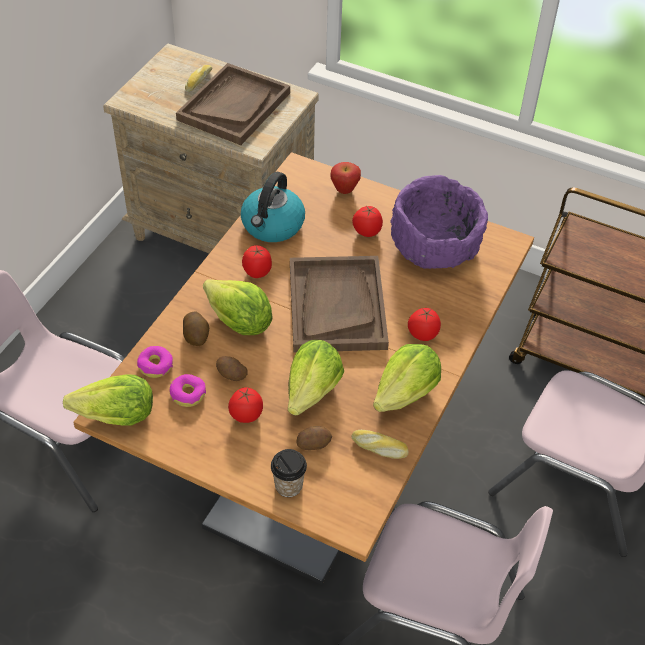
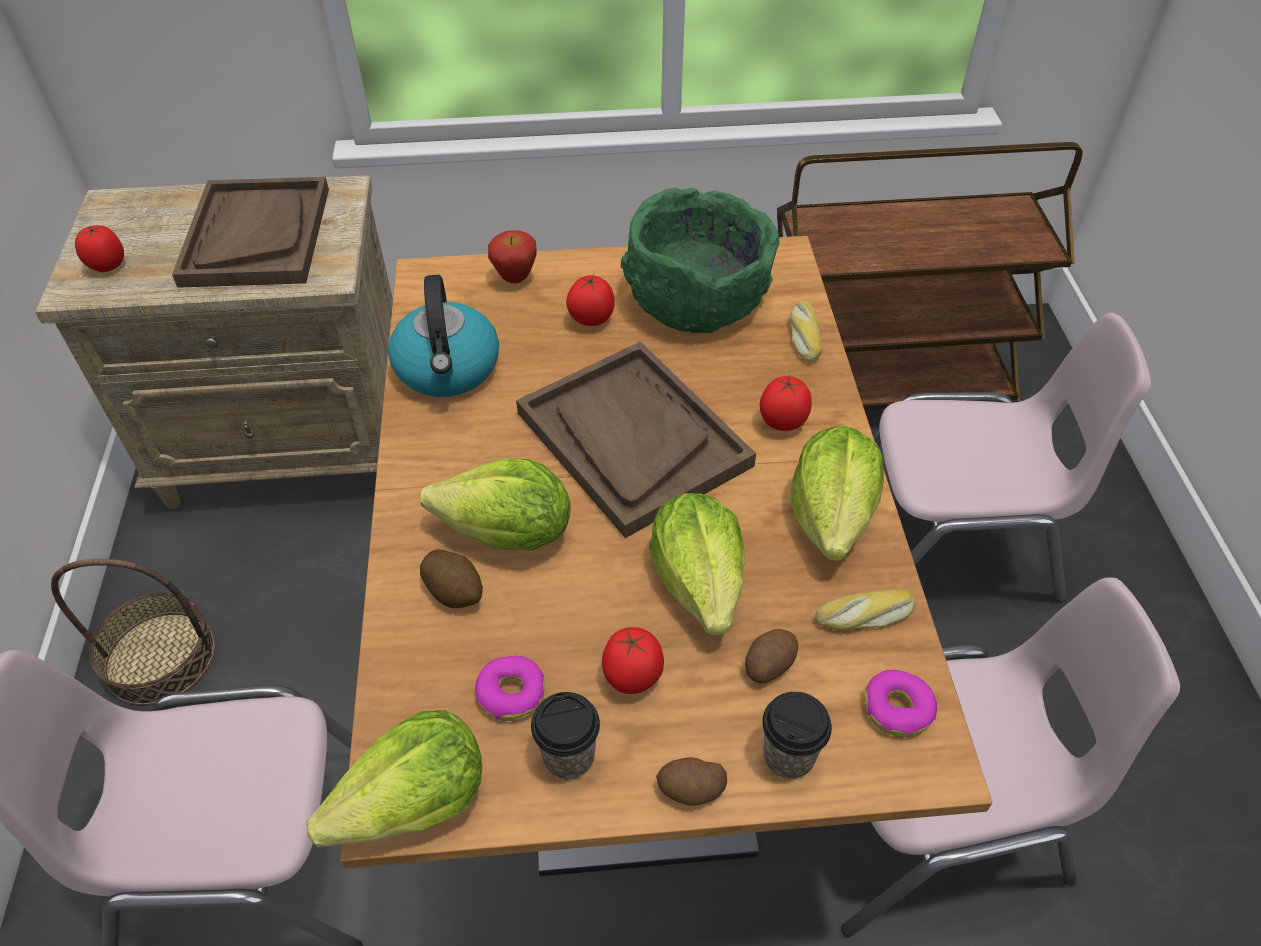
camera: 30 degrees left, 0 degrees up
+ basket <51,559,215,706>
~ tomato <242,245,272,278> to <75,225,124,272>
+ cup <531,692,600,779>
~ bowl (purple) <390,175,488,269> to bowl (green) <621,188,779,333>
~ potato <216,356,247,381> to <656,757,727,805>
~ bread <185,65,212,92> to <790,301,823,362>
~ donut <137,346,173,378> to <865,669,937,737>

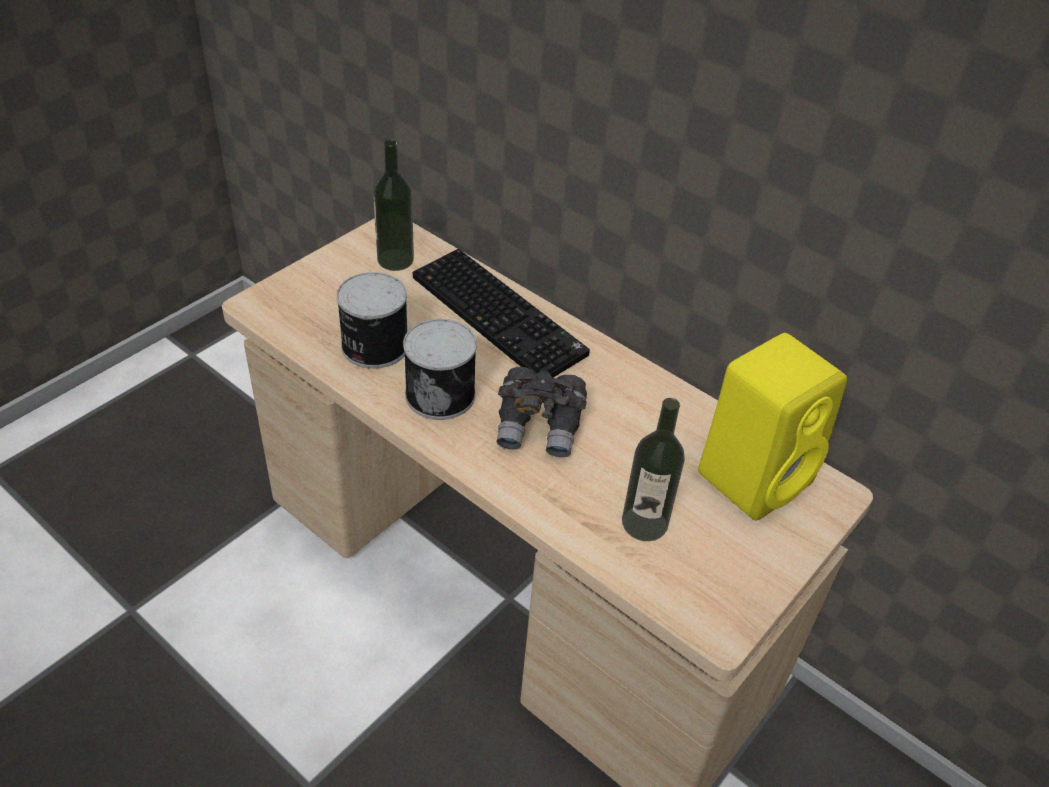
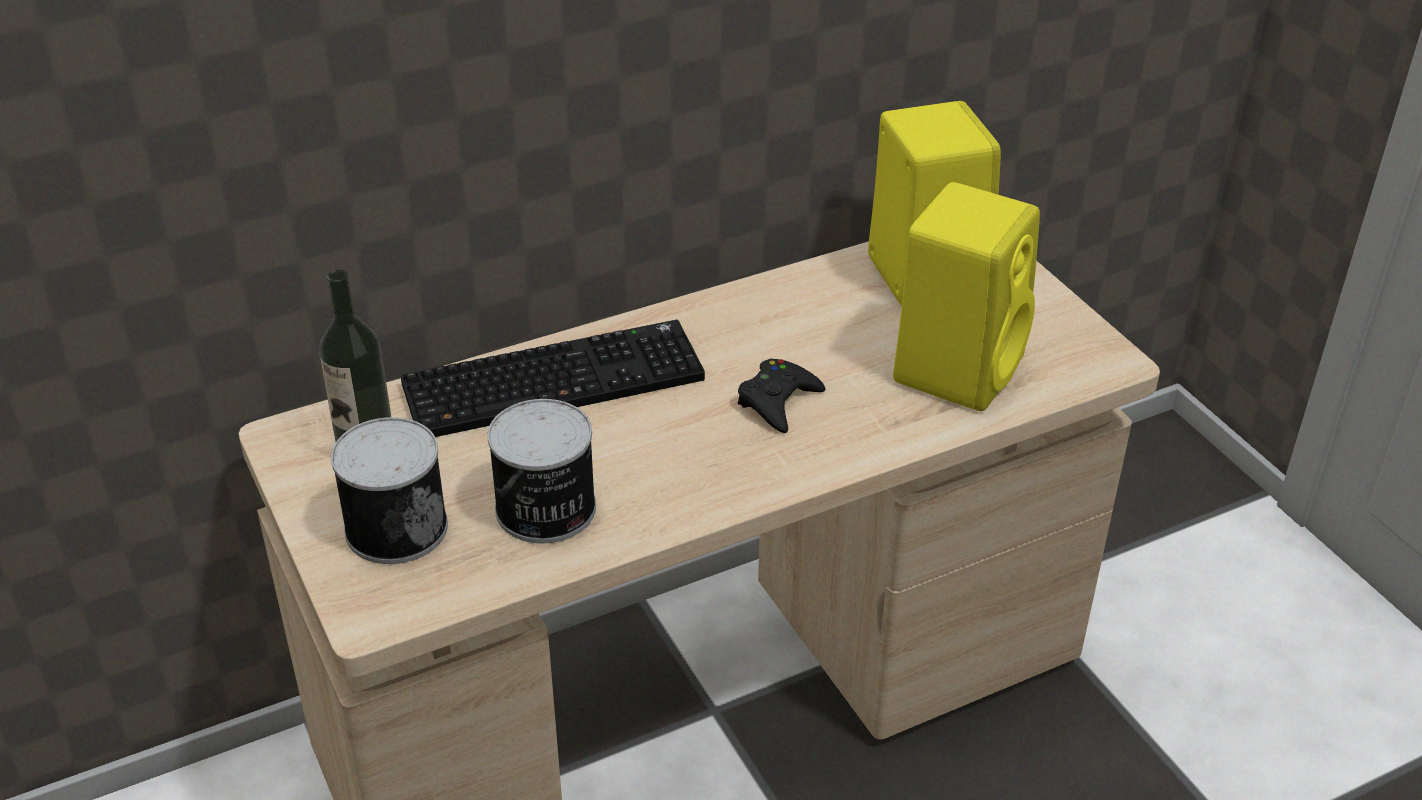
camera: 65 degrees left, 5 degrees down
~ can <403,319,477,420> to <331,417,448,564>
~ binoculars (grey) <497,367,587,458> to game controller (black) <738,359,825,433>
~ bottle <622,398,685,541> to speaker (yellow) <893,182,1040,411>

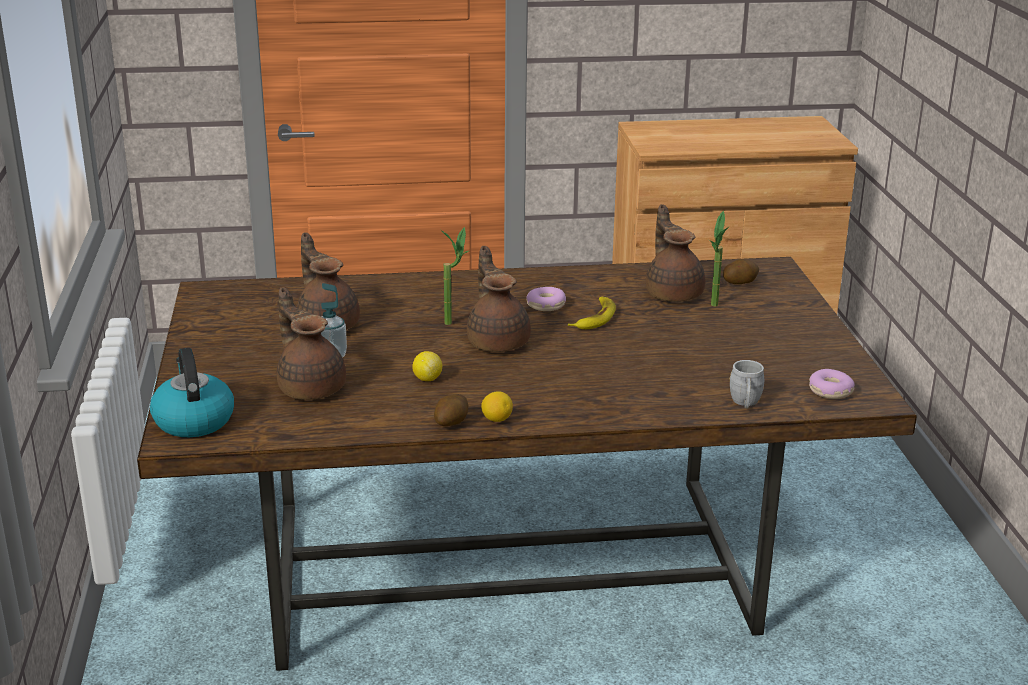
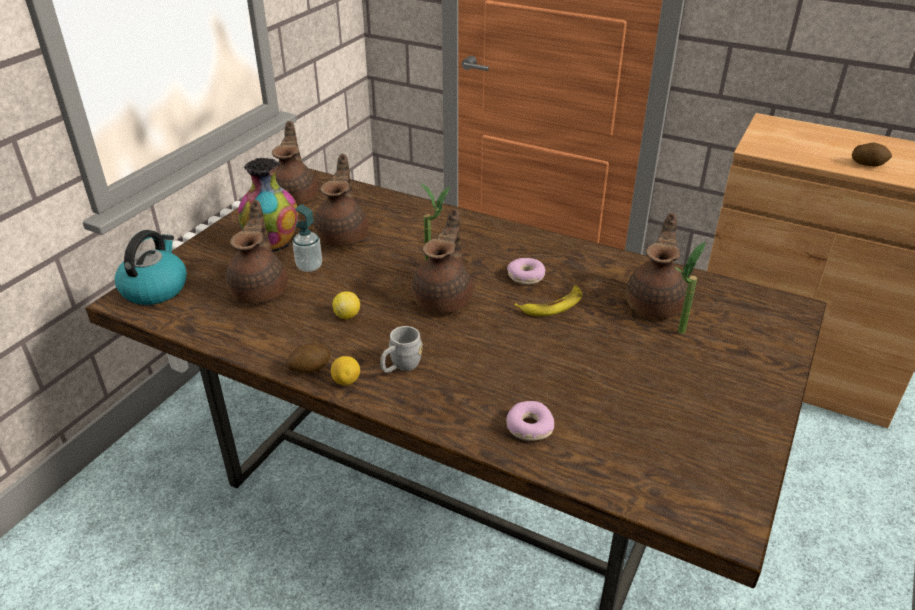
camera: 35 degrees right, 10 degrees up
+ vase <238,158,299,252>
+ teapot (brown) <272,121,318,205>
~ mug (grey) <730,360,765,408> to <380,326,423,373>
~ donut <809,369,854,399> to <506,401,554,441>
~ potato <723,259,759,284> to <852,142,892,167>

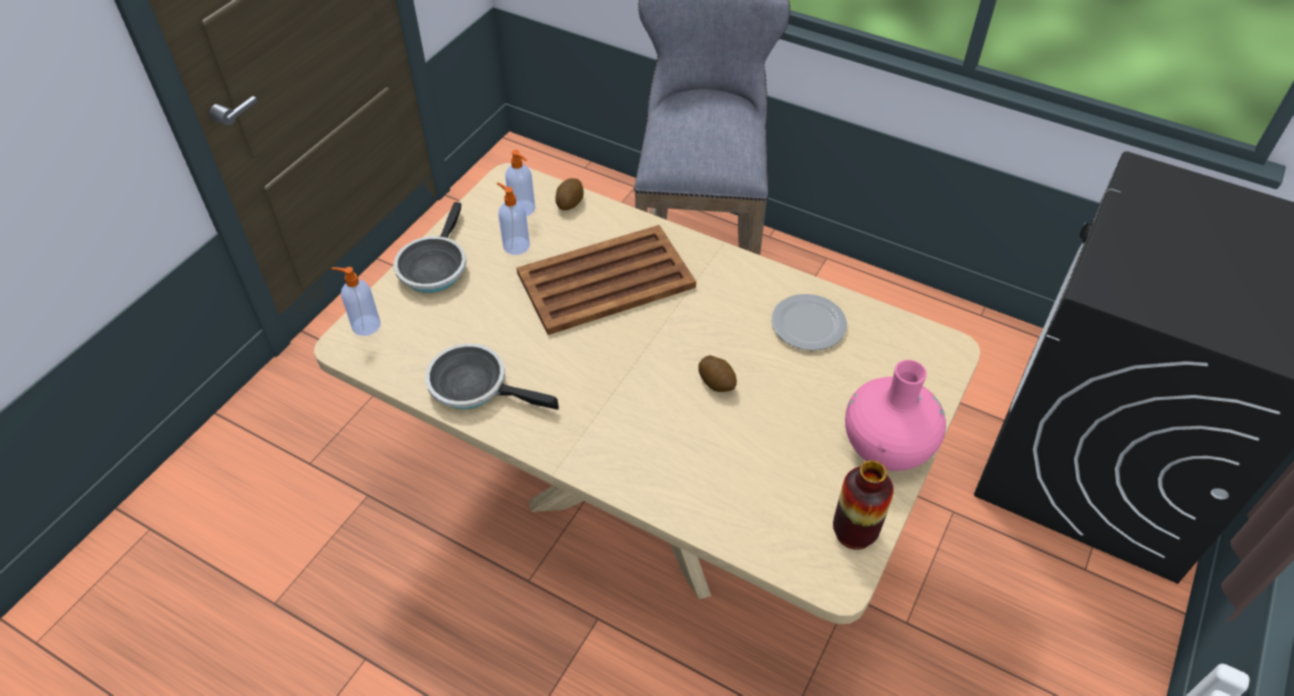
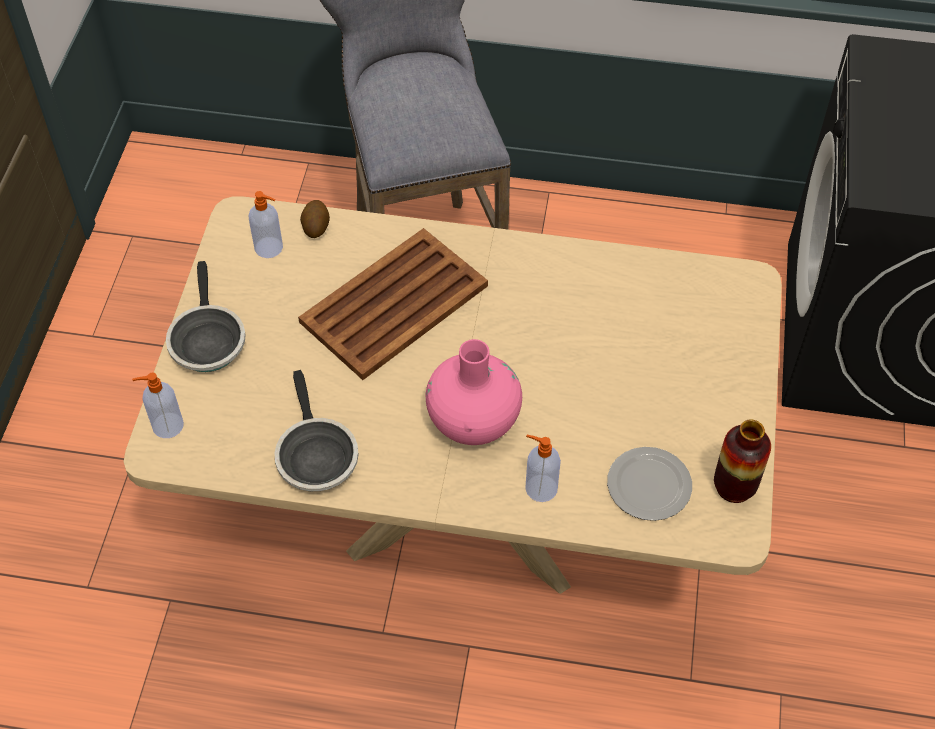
camera: 20 degrees left, 5 degrees up
~ frying pan <425,343,559,410> = <274,370,359,491> 105 degrees counterclockwise
~ vase (pink) <845,360,946,471> to <426,339,522,445>
~ soap dispenser <497,183,530,255> to <525,435,561,502>
~ plate <771,294,847,351> to <607,447,692,521>
- potato <698,355,737,392>

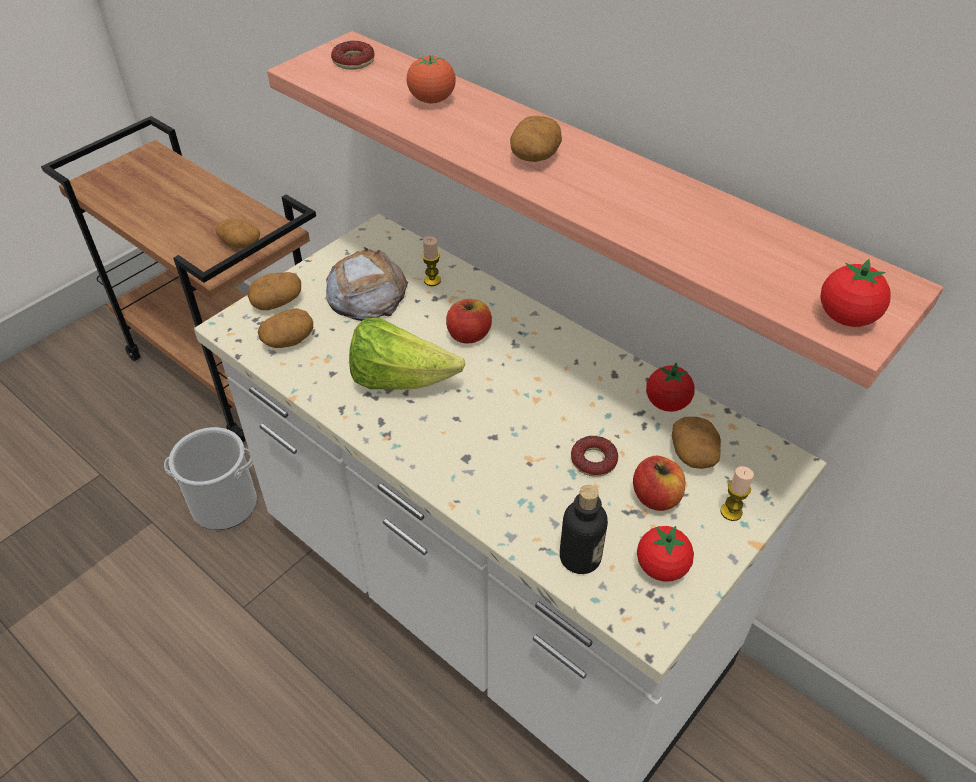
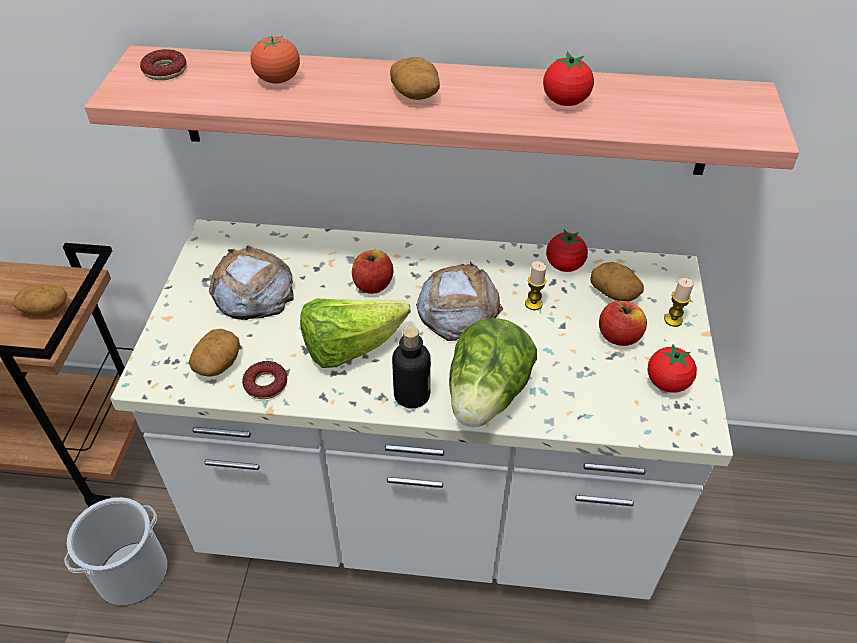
camera: 35 degrees left, 0 degrees up
~ donut <571,436,618,477> to <242,361,287,399>
~ bottle <560,485,608,574> to <392,326,431,408>
+ bread <416,262,503,341>
+ lettuce <449,318,537,427>
~ candle <422,236,441,286> to <525,261,546,310>
~ tomato <821,259,891,327> to <543,51,594,106>
- potato <247,272,301,310>

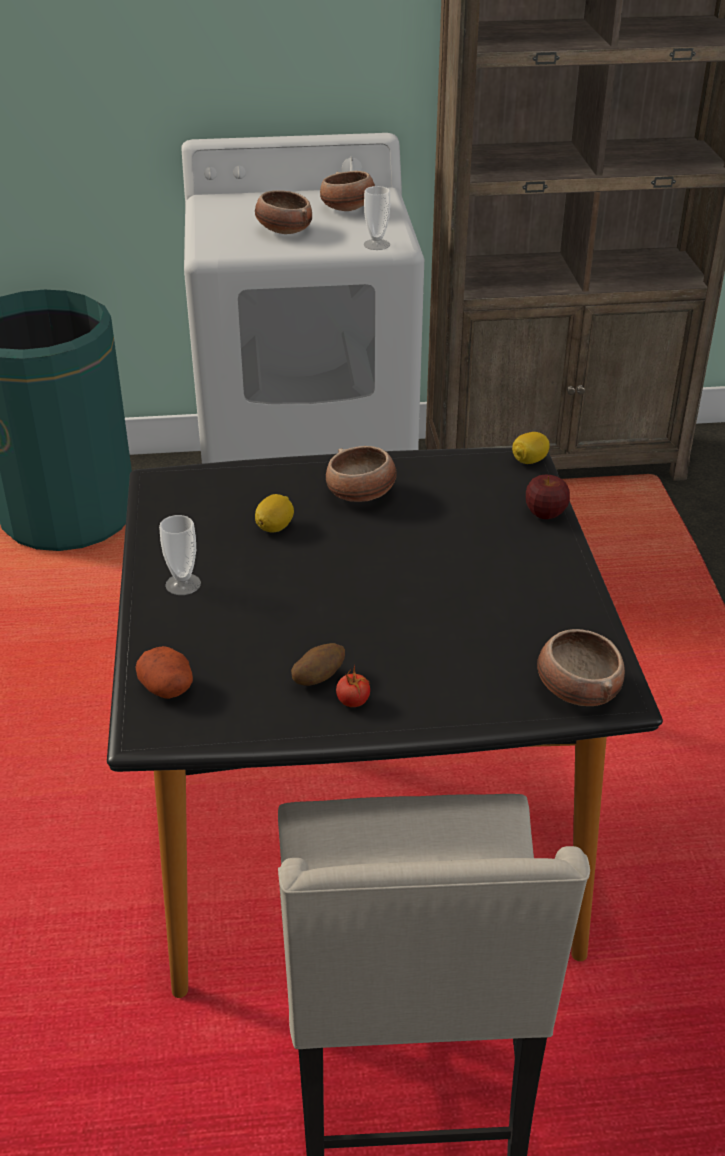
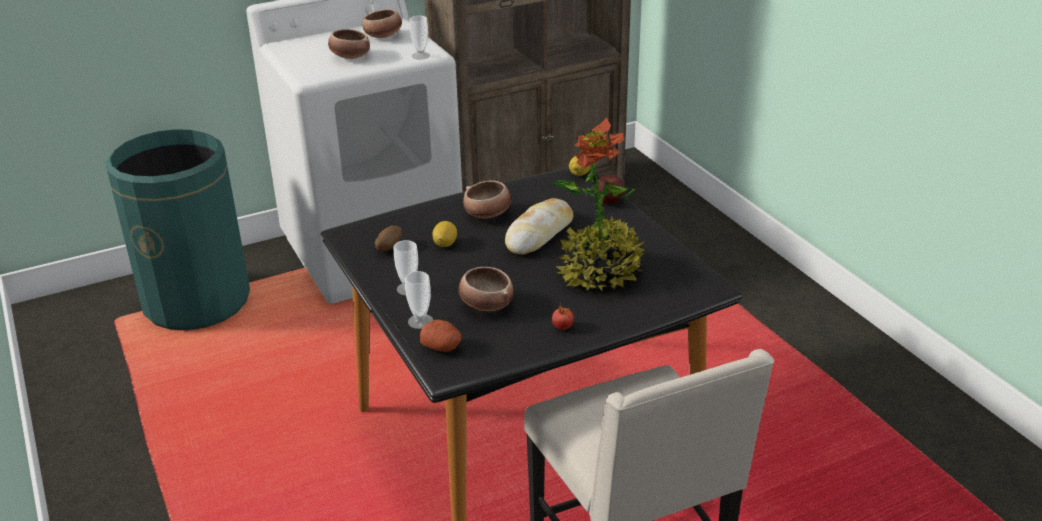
camera: 20 degrees left, 5 degrees down
~ potato <291,643,345,686> to <375,226,402,251>
+ cup <405,271,433,329>
~ bowl <537,629,625,706> to <458,267,513,311>
+ bread <505,198,574,255>
+ potted plant <552,117,645,290>

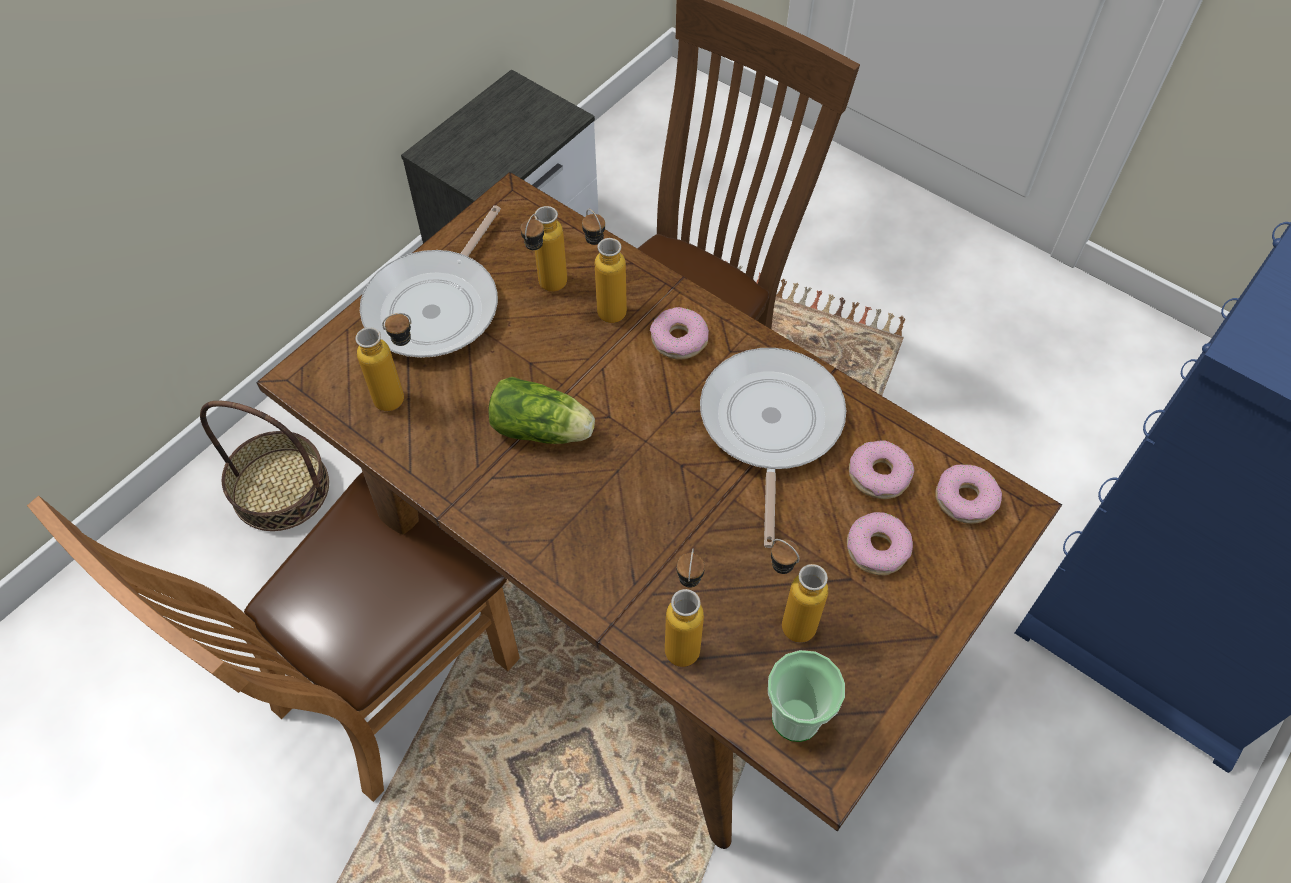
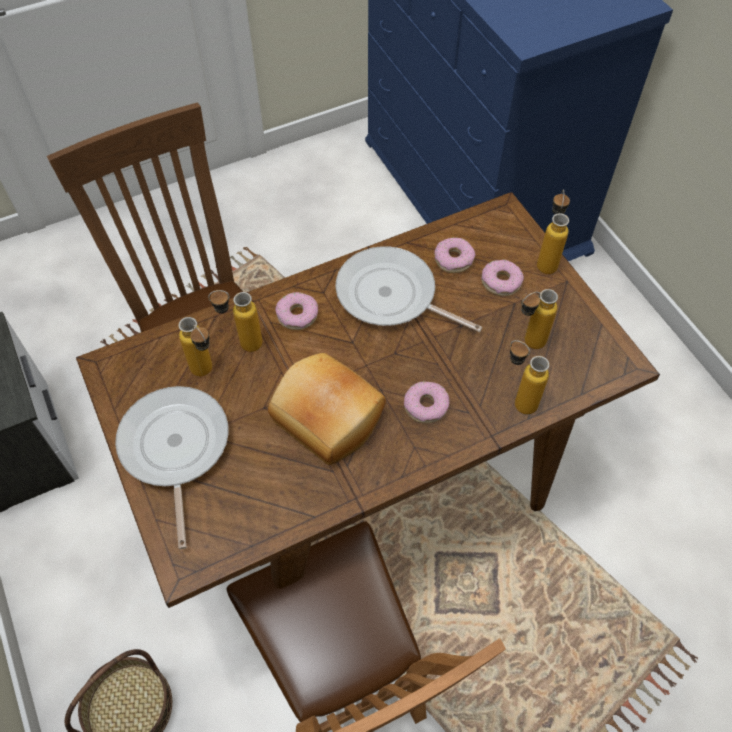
camera: 65 degrees left, 0 degrees up
~ frying pan <360,205,501,358> = <115,386,228,549> 150 degrees counterclockwise
~ lettuce <488,377,595,444> to bread <268,353,386,465>
~ donut <935,464,1002,524> to <404,381,450,424>
~ bottle <356,313,412,411> to <537,190,570,274>
- cup <768,650,845,742>

